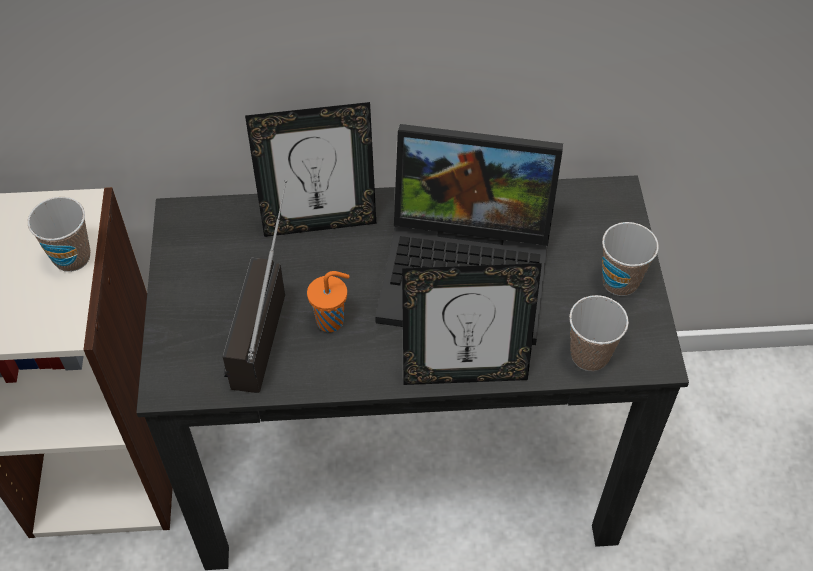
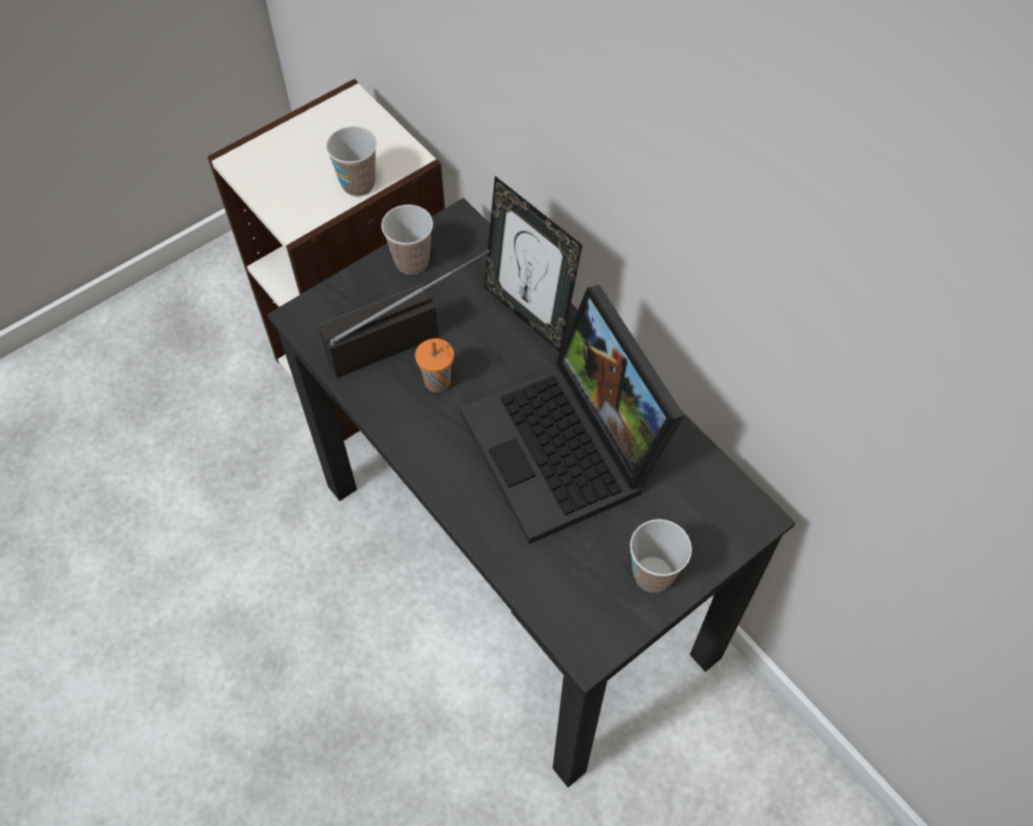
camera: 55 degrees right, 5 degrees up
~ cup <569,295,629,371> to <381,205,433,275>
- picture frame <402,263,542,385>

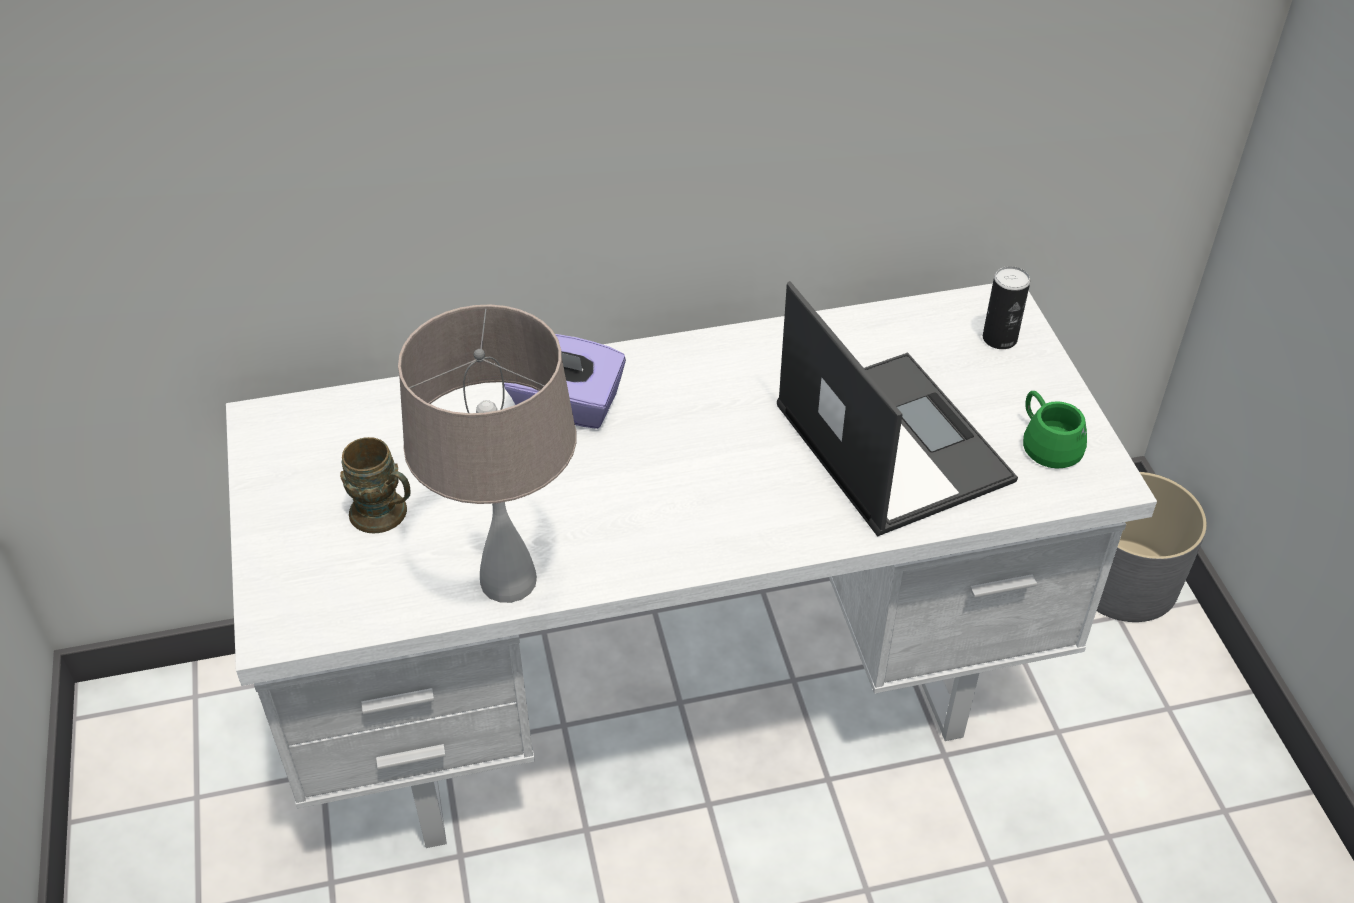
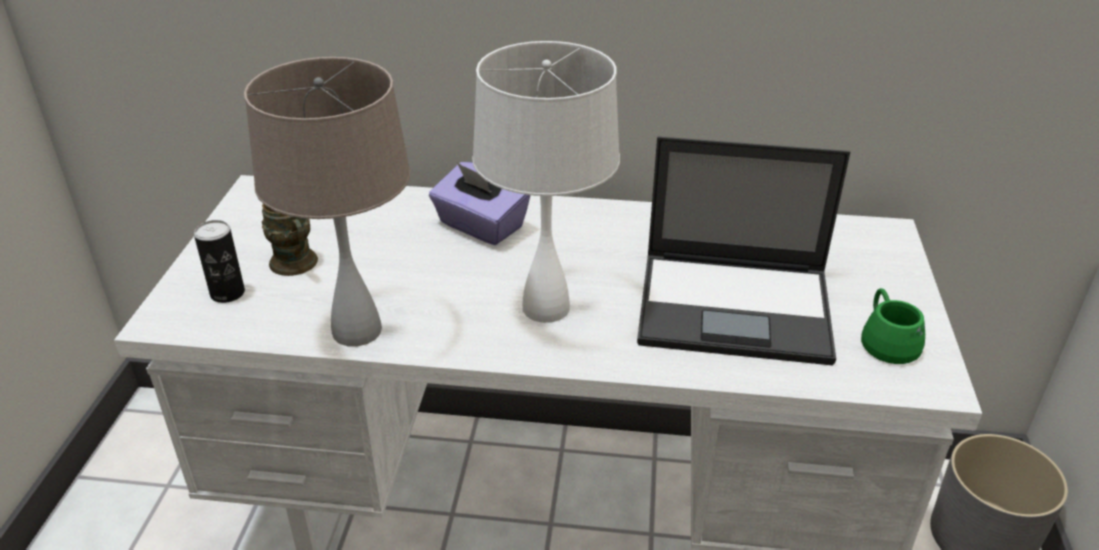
camera: 20 degrees right, 10 degrees down
~ can <983,266,1030,349> to <194,220,245,303>
+ table lamp (white) <472,41,620,323>
~ laptop <777,281,1018,537> = <637,136,850,365> 105 degrees clockwise

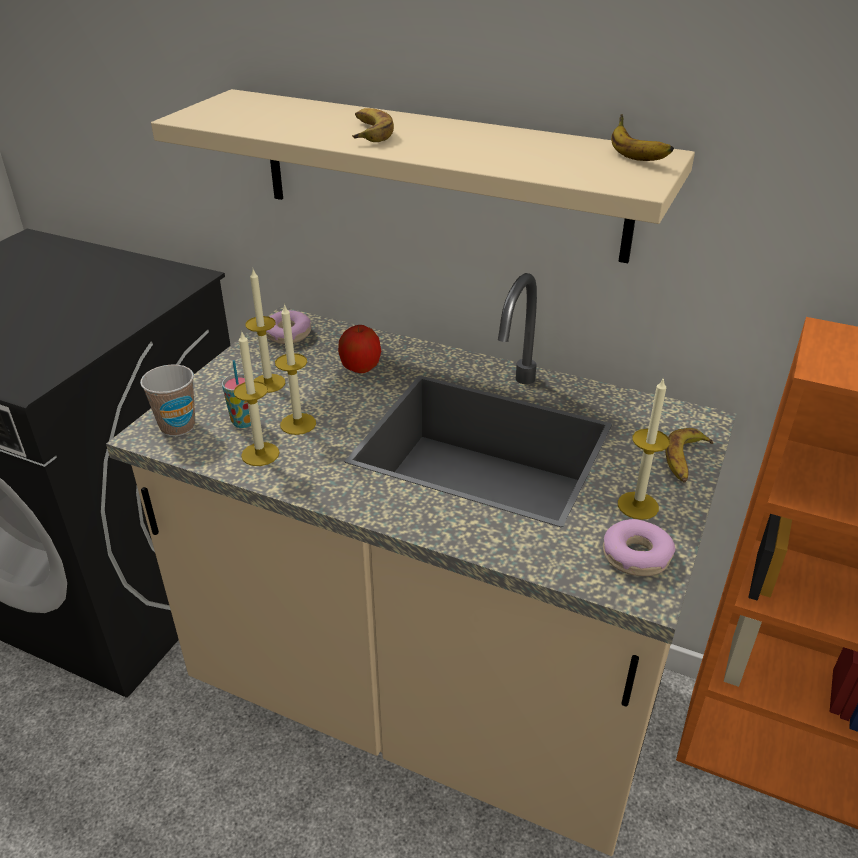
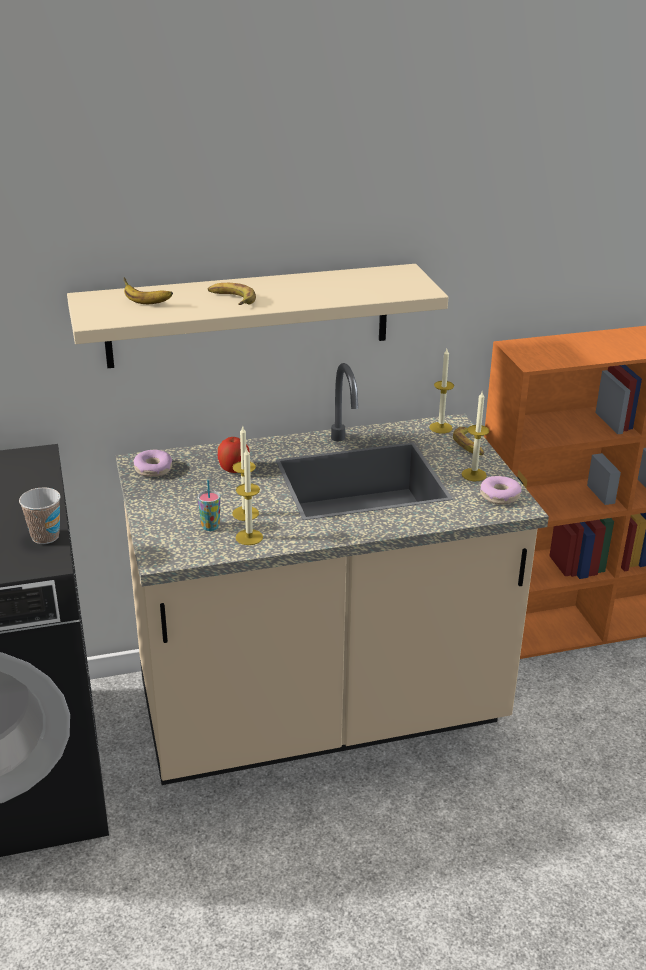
camera: 40 degrees left, 5 degrees down
~ cup <140,365,195,436> to <19,487,60,544>
~ banana <611,114,674,161> to <123,277,173,304>
~ candle <246,269,285,393> to <429,349,454,433>

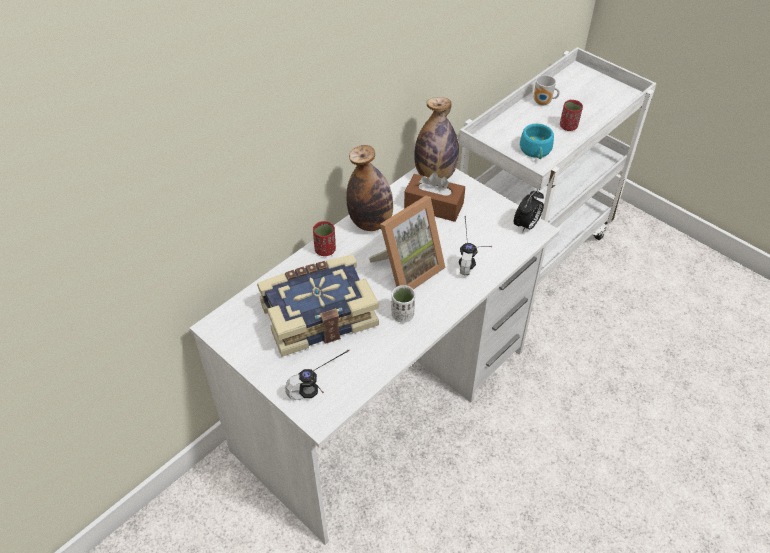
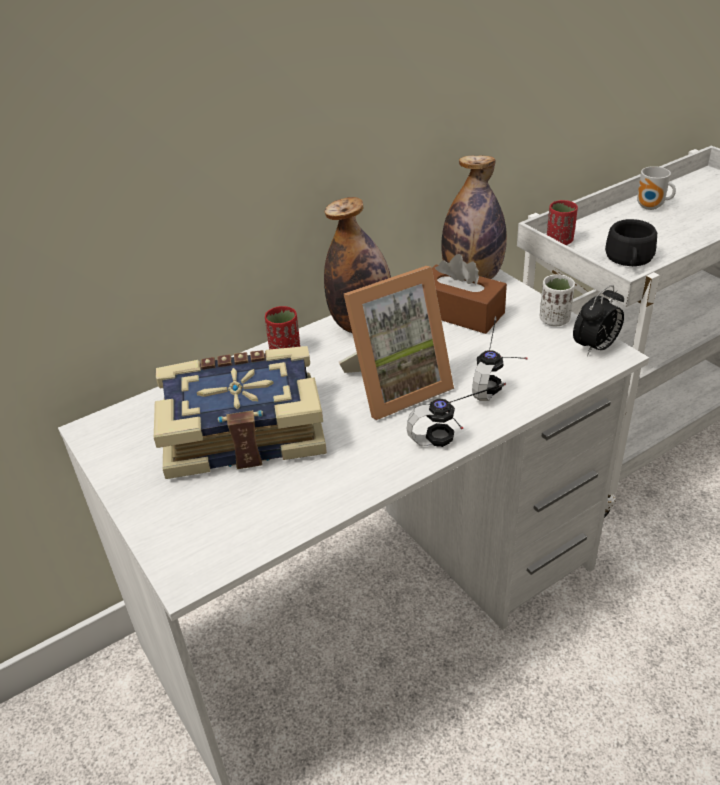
camera: 15 degrees right, 10 degrees down
~ headphones <285,350,350,400> to <406,382,506,447>
~ cup (white) <391,285,415,323> to <540,275,575,327>
~ cup (red) <560,100,583,131> to <547,200,578,245>
~ cup (turquoise) <520,123,554,159> to cup (black) <605,219,657,267>

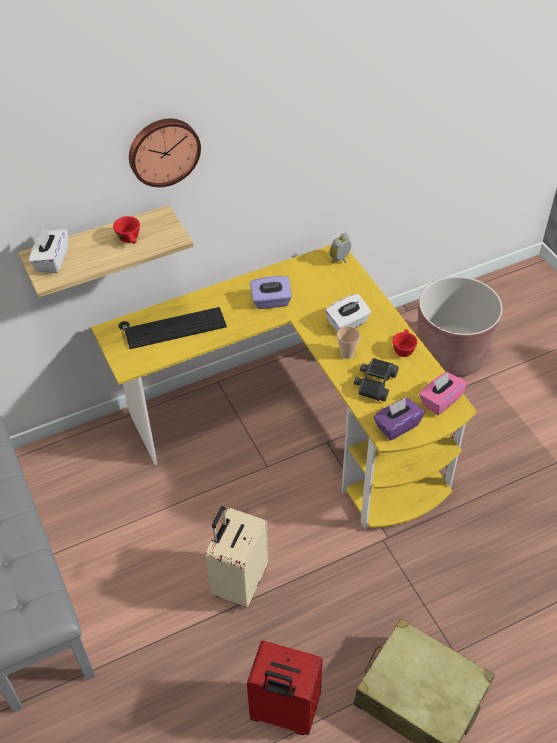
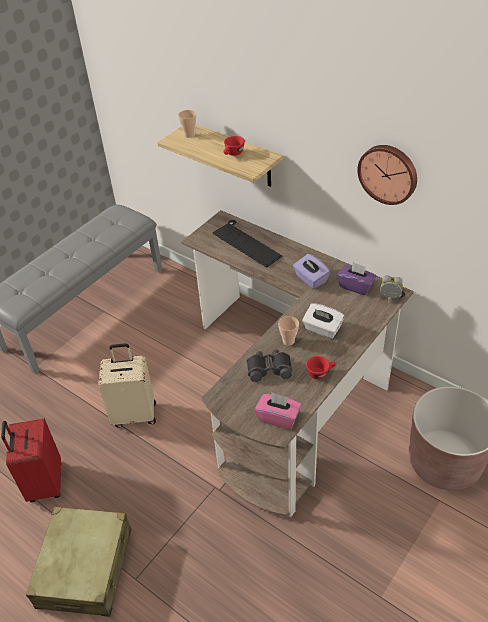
camera: 65 degrees right, 5 degrees down
~ tissue box (white) <29,228,68,273> to cup <178,110,196,138>
~ desk (yellow) <91,245,476,529> to desk (brown) <181,210,414,518>
~ tissue box (purple) <373,398,425,440> to <337,262,377,295>
~ wall clock <129,119,201,187> to <357,145,417,205>

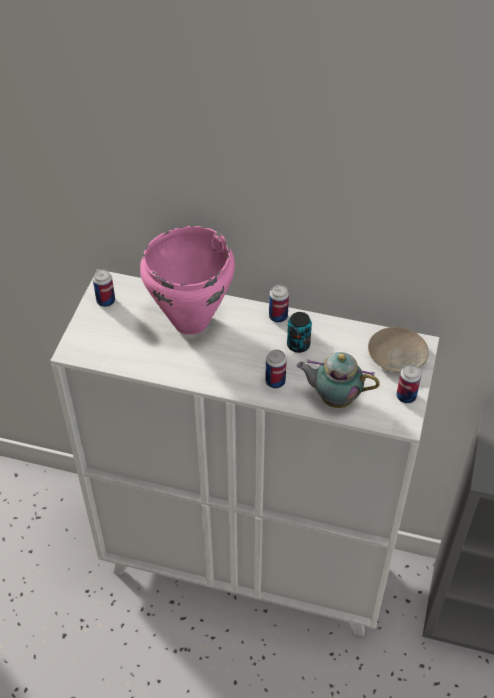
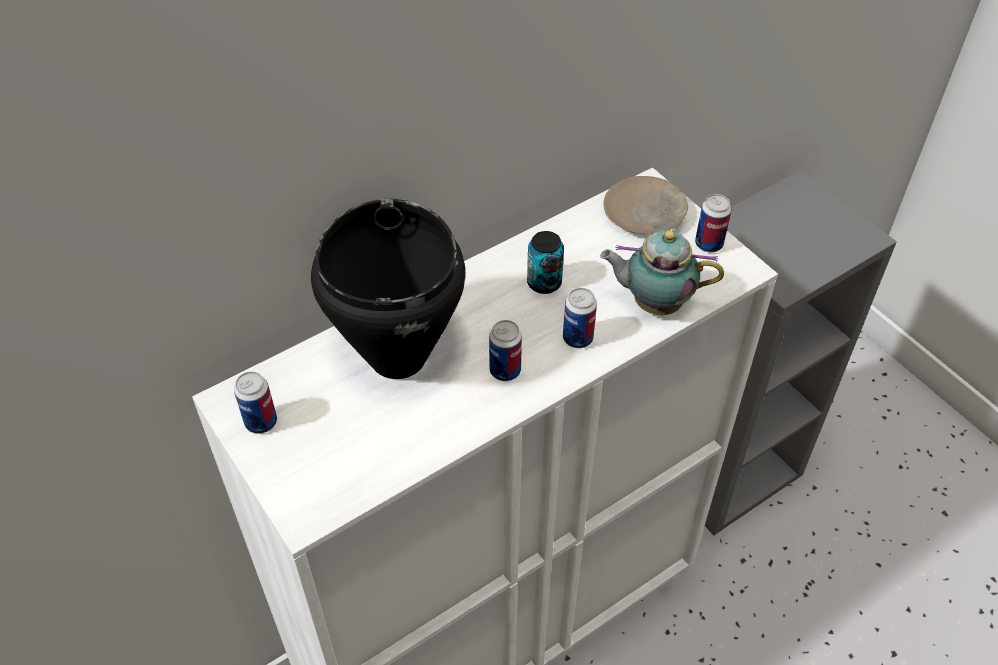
camera: 50 degrees left, 0 degrees up
~ cooking pot (pink) <140,226,235,335> to cooking pot (black) <311,199,466,379>
~ can <269,285,289,323> to <489,320,522,381>
~ teapot <297,352,380,408> = <600,230,724,315> 45 degrees clockwise

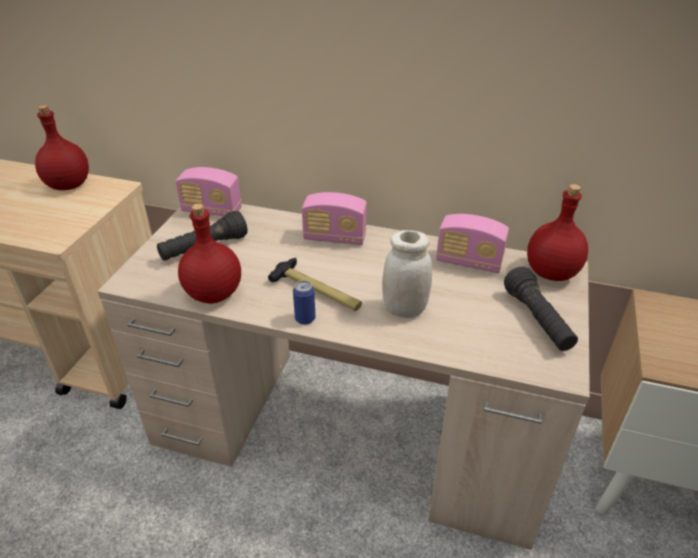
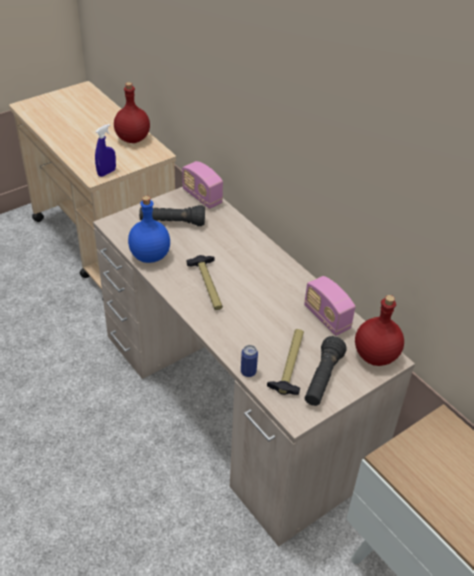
camera: 35 degrees right, 5 degrees up
+ spray bottle (blue) <95,124,116,177>
~ bottle (red) <178,203,241,304> to bottle (blue) <128,196,170,263>
~ can <293,280,315,325> to <241,345,258,377>
+ hammer <267,329,304,395>
- radio <302,192,367,245>
- jar (white) <382,230,432,318>

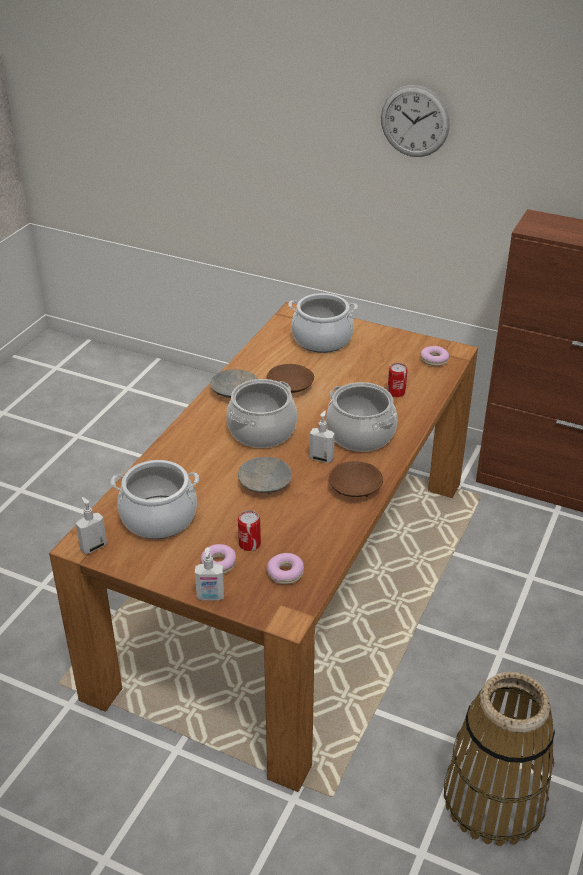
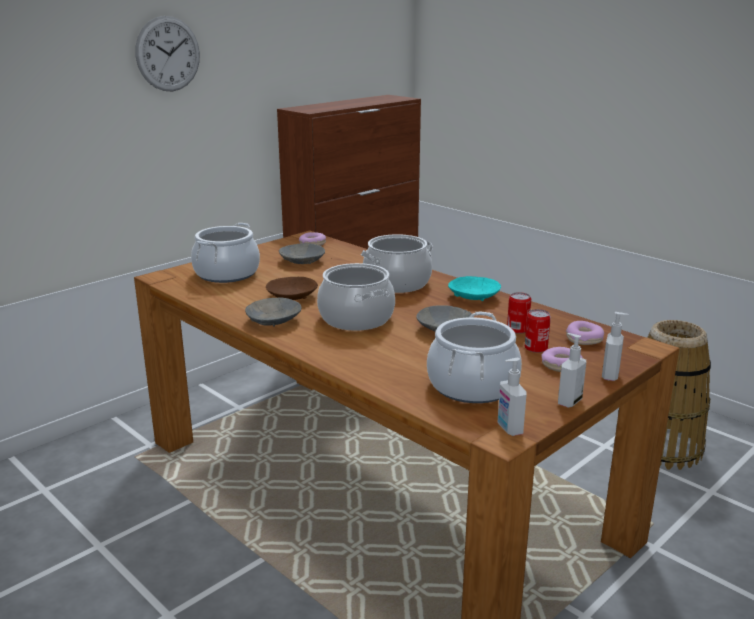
camera: 70 degrees left, 15 degrees down
+ bowl (grey) <279,243,325,264>
~ bowl (brown) <329,461,383,497> to bowl (turquoise) <448,276,501,301>
~ can <388,363,407,397> to <507,292,531,334>
~ soap dispenser <310,411,335,463> to <558,333,586,408>

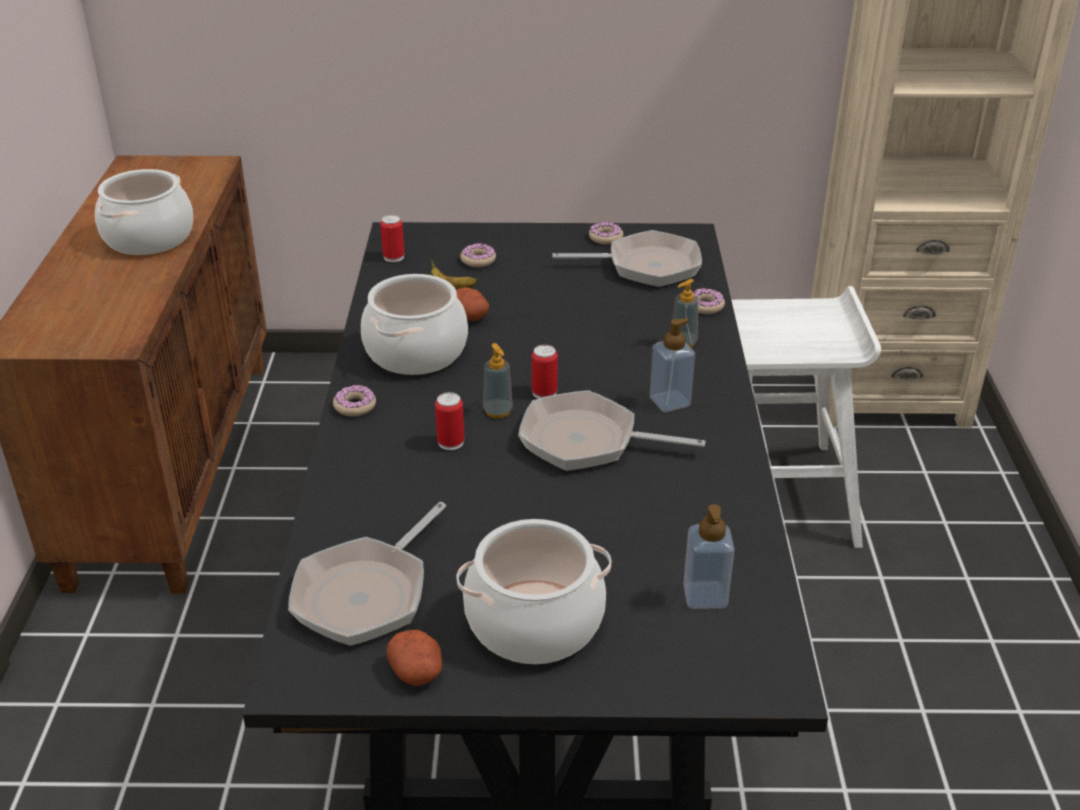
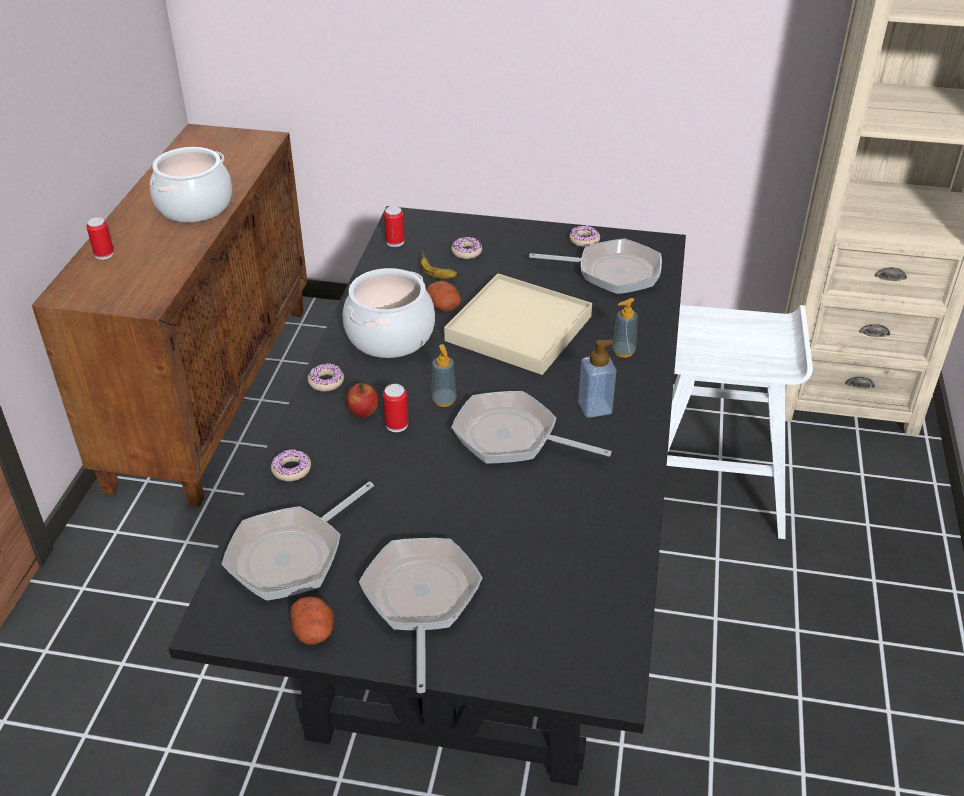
camera: 10 degrees right, 5 degrees up
~ can <532,345,558,399> to <87,217,114,259>
~ donut <692,288,725,314> to <271,449,311,481>
+ apple <346,383,379,418>
~ cooking pot <456,519,611,664> to frying pan <359,538,483,693>
+ tray (beige) <444,274,592,375>
- soap dispenser <683,504,734,609>

